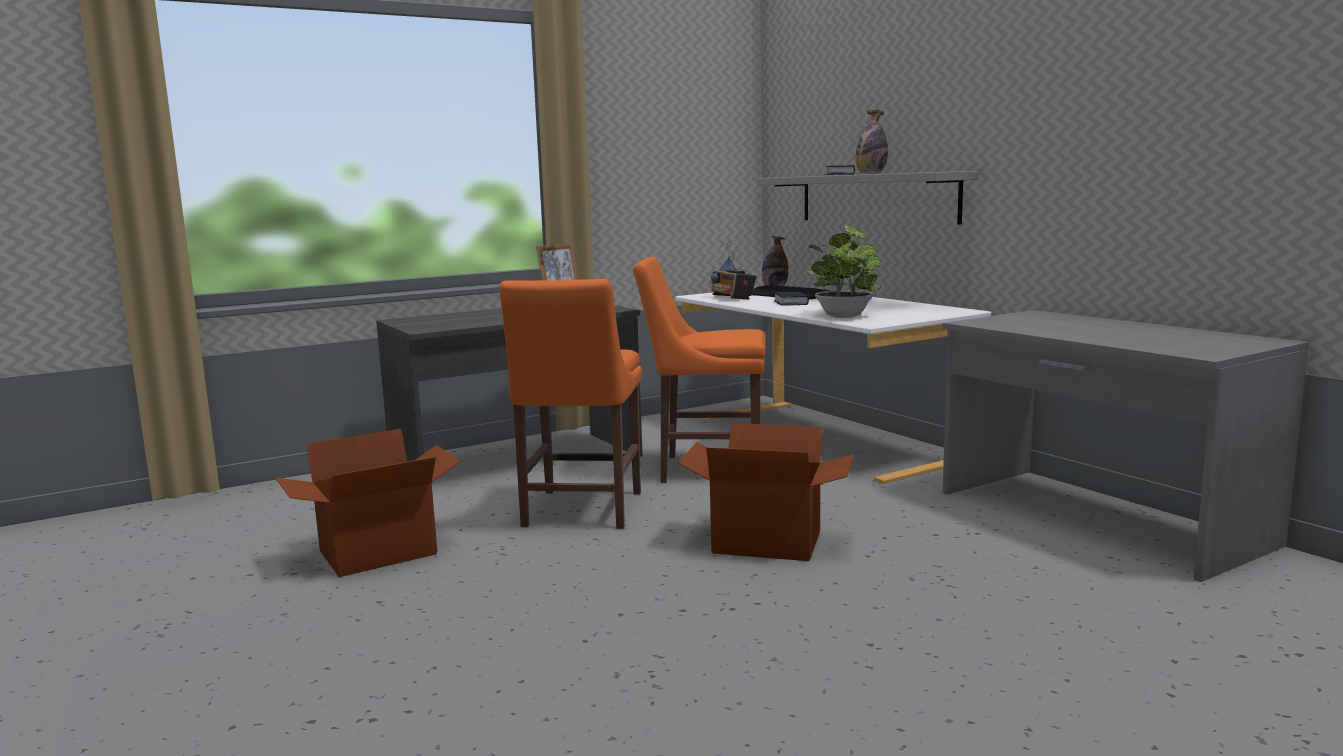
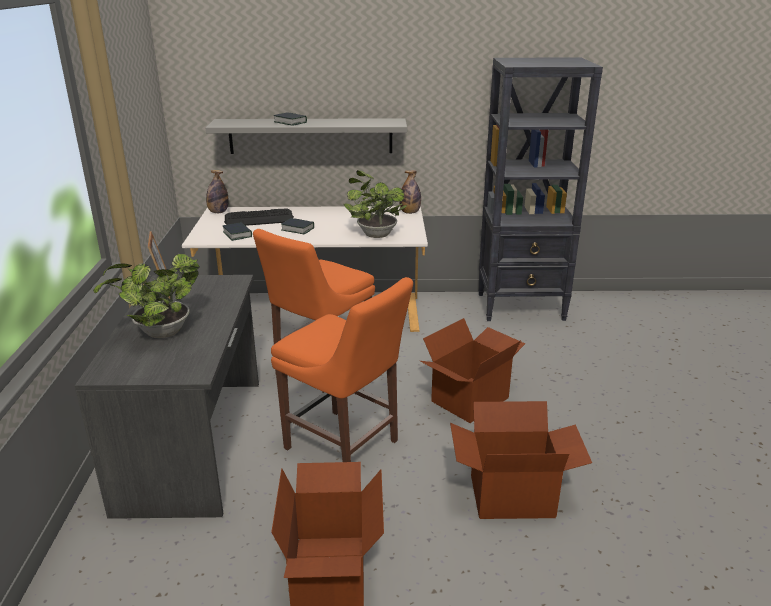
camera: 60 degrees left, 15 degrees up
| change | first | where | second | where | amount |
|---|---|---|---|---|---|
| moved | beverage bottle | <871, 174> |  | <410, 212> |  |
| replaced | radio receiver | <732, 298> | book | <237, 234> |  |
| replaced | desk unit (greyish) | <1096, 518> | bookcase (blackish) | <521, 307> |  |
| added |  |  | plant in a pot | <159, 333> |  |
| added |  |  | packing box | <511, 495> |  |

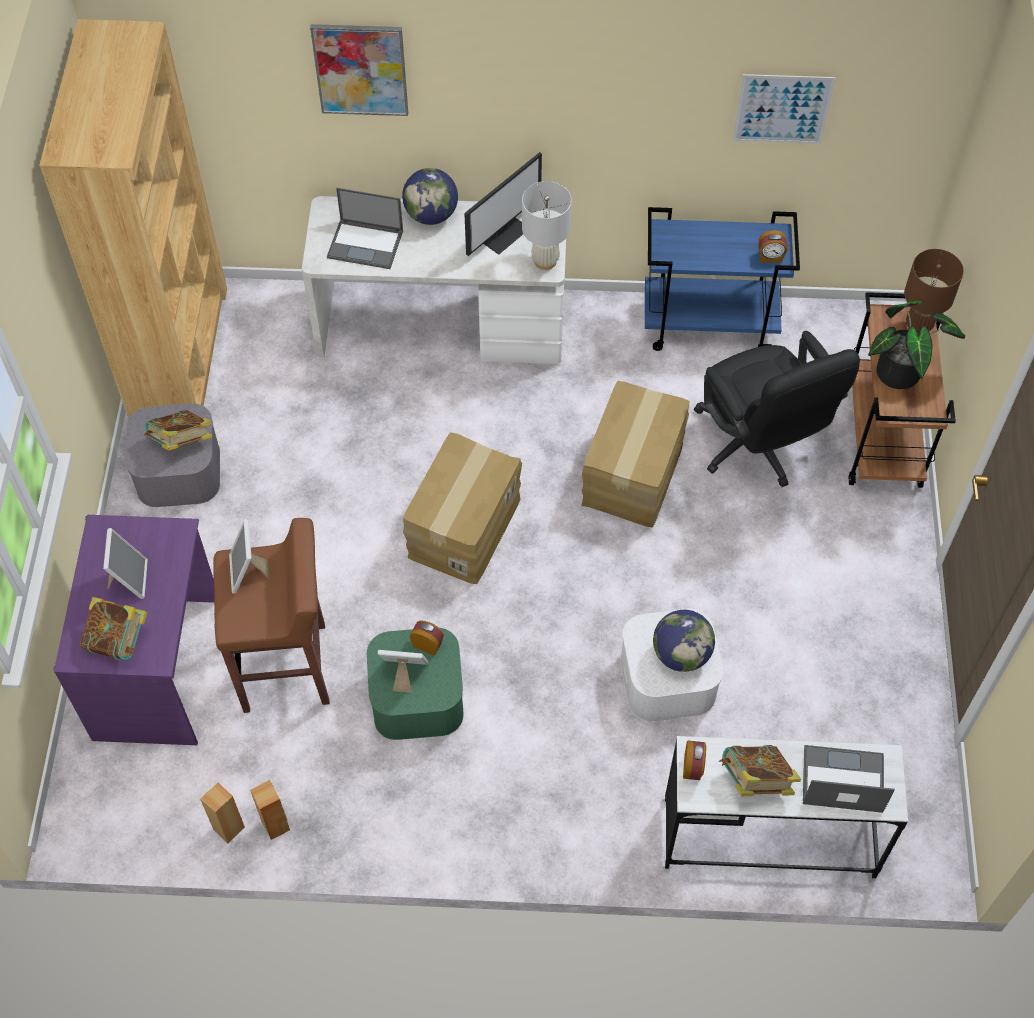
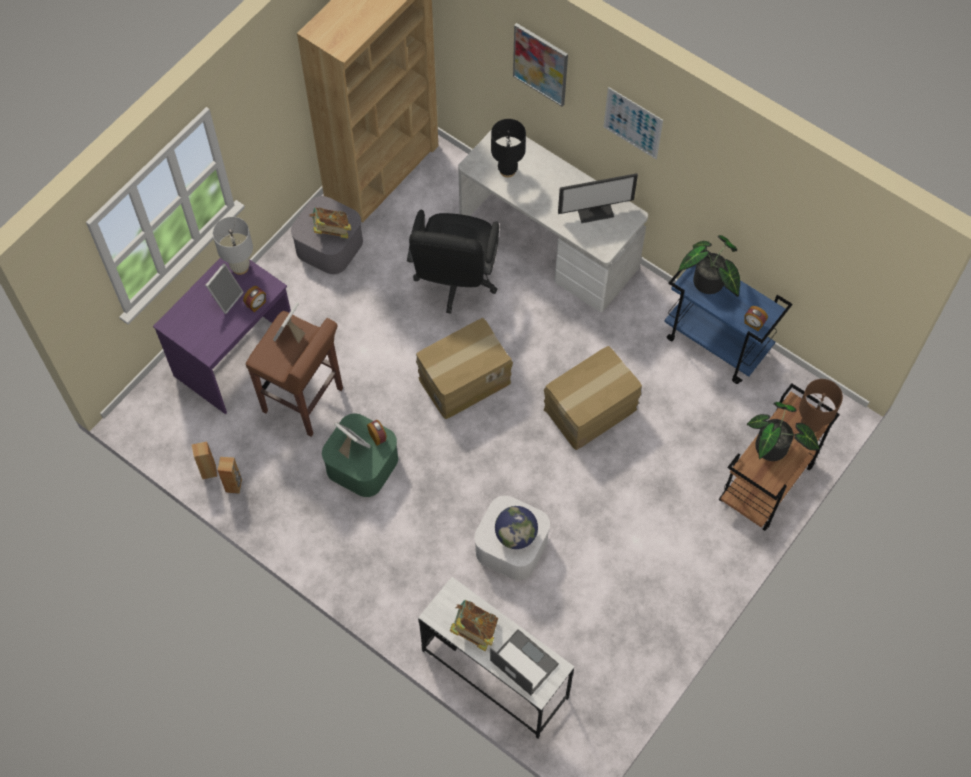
camera: 35 degrees right, 5 degrees up
| change | first | where | second | where | amount |
|---|---|---|---|---|---|
| moved | picture | <782, 109> |  | <632, 123> |  |
| removed | world globe | <431, 215> |  |  |  |
| moved | tabletop lamp (white) | <545, 261> |  | <240, 267> |  |
| replaced | notebook computer | <366, 244> | tabletop lamp (blackish) | <507, 170> |  |
| moved | office chair (blackish) | <758, 447> |  | <455, 282> |  |
| removed | book | <119, 640> |  |  |  |
| moved | alarm clock | <693, 767> |  | <256, 304> |  |
| added |  |  | plant in a pot | <708, 285> |  |

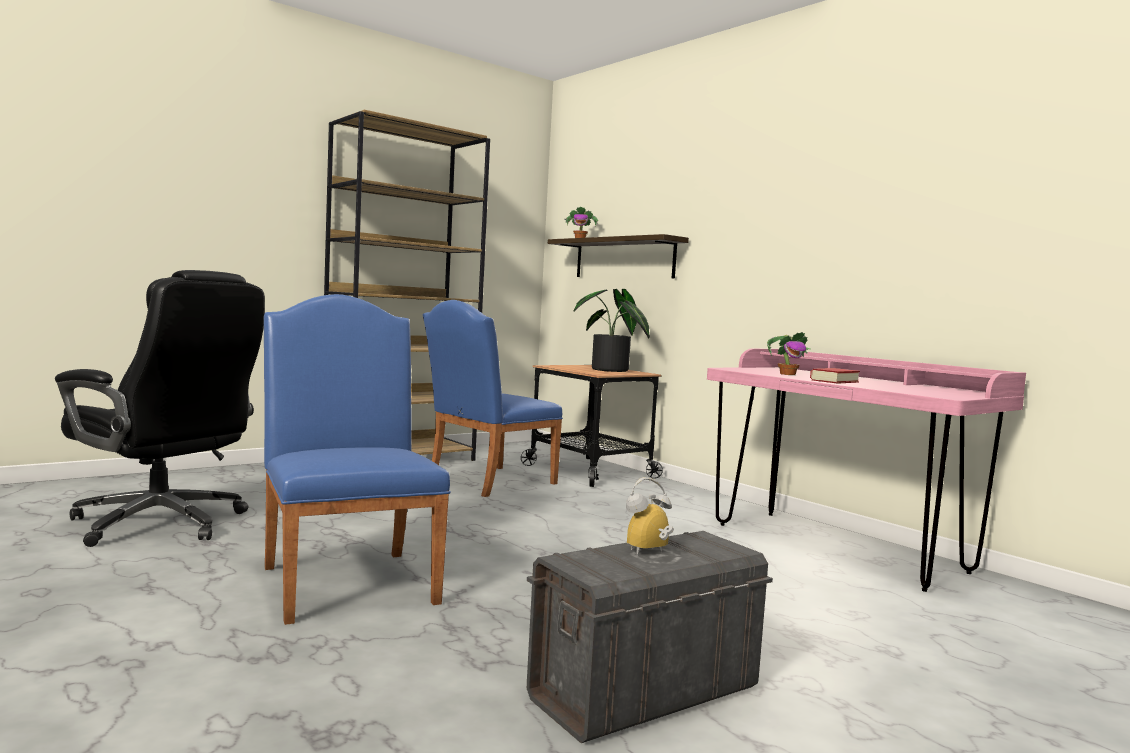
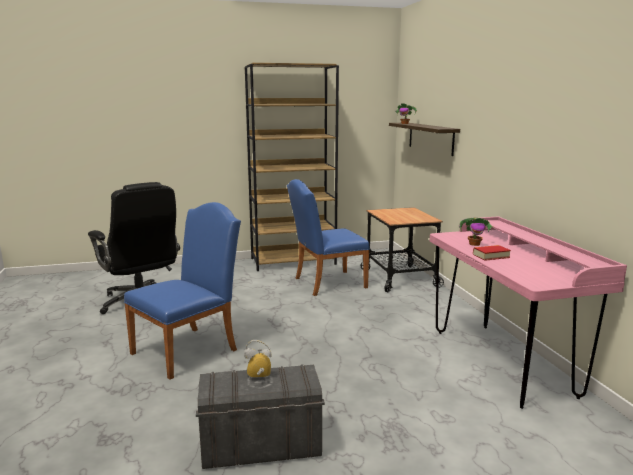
camera: 25 degrees right, 10 degrees up
| change | first | where | second | where | amount |
|---|---|---|---|---|---|
| removed | plant in a pot | <611, 370> |  |  |  |
| turned | upright chair (bluish) | <347, 580> |  | <190, 349> | 45 degrees clockwise |

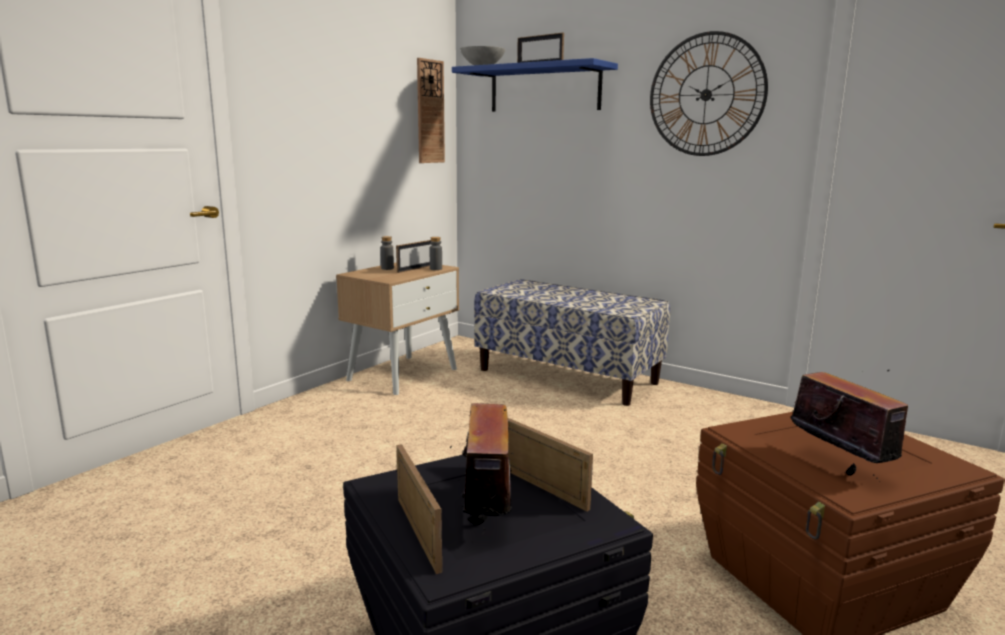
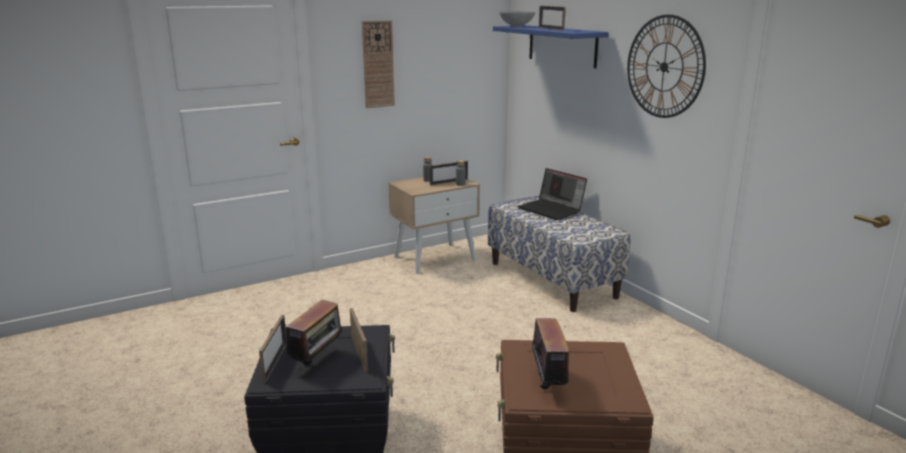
camera: 25 degrees right, 5 degrees up
| change | first | where | second | where | amount |
|---|---|---|---|---|---|
| moved | clock on the wall | <430, 112> |  | <378, 64> |  |
| added |  |  | notebook computer | <552, 210> |  |

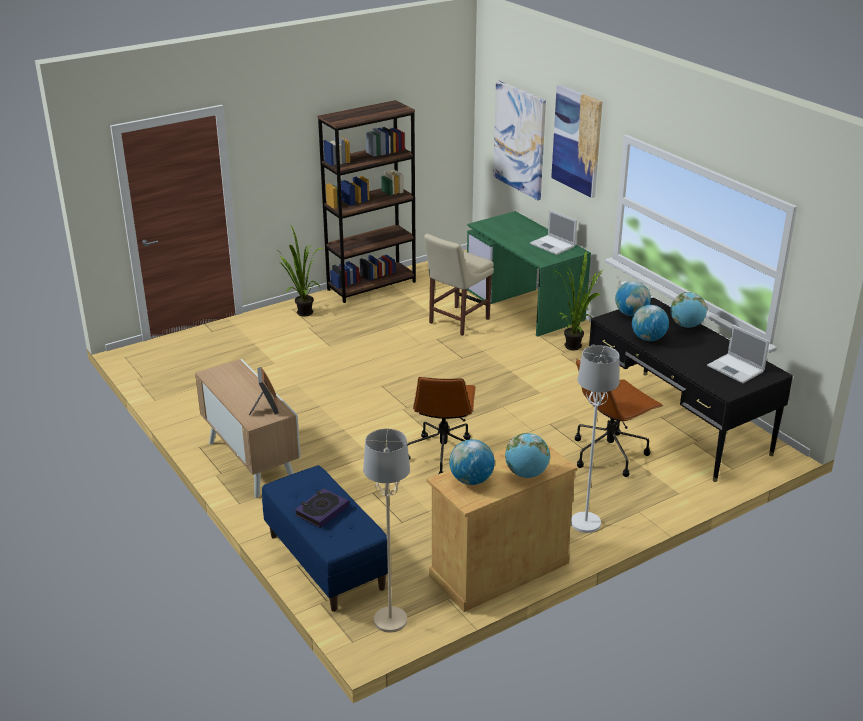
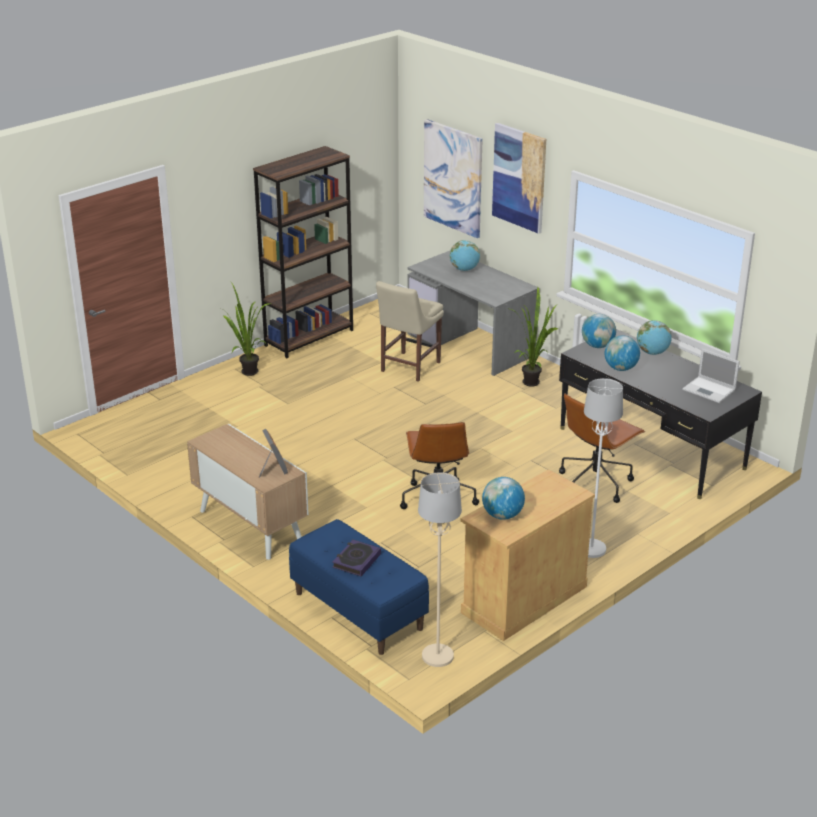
camera: 10 degrees left, 0 degrees up
| change | first | where | second | where | amount |
|---|---|---|---|---|---|
| removed | notebook computer | <553, 245> |  |  |  |
| recoloured | desk unit (green) | <525, 305> | desk unit (greyish) | <471, 344> |  |
| moved | world globe | <526, 474> |  | <464, 269> |  |

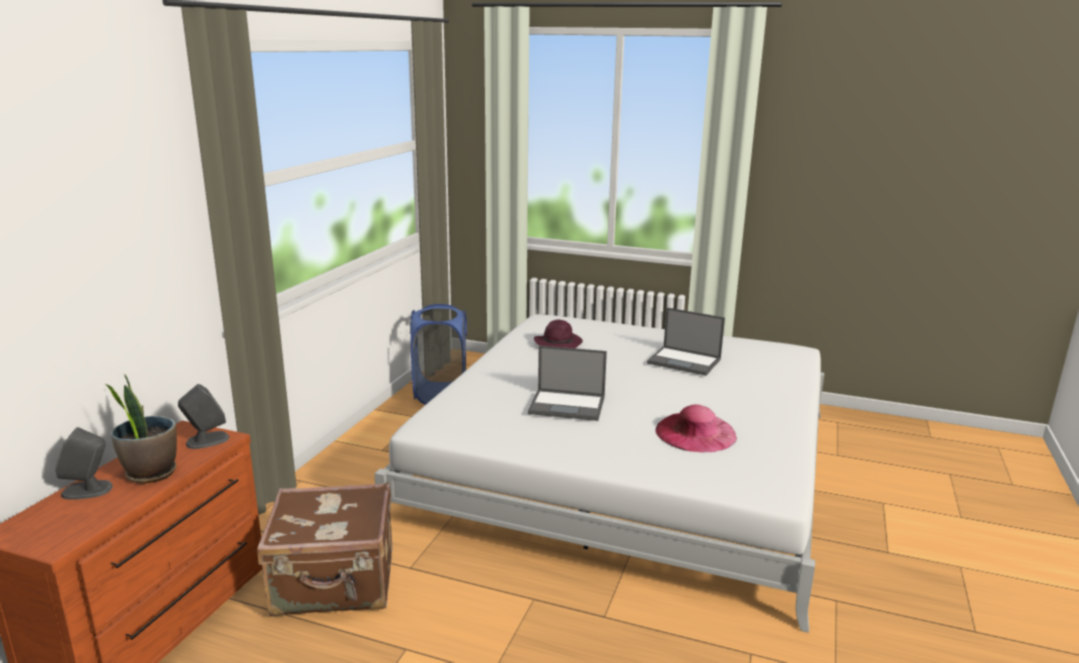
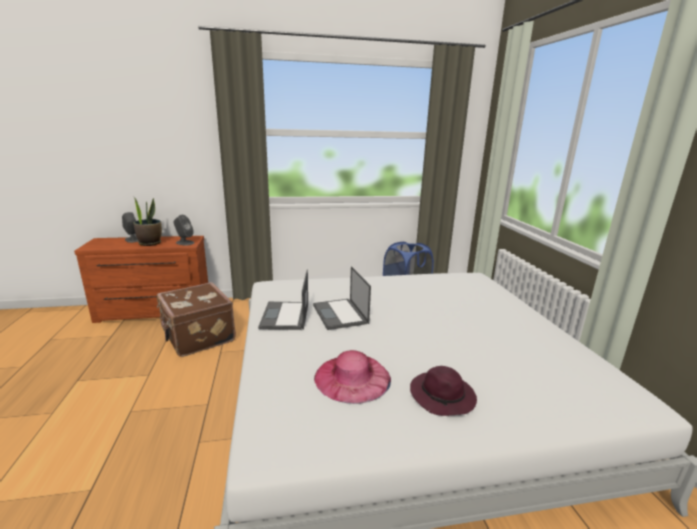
camera: 60 degrees right, 0 degrees up
| change | first | where | second | where | amount |
|---|---|---|---|---|---|
| moved | notebook computer | <685, 361> |  | <285, 316> |  |
| moved | hat (purple-coloured) | <558, 343> |  | <443, 397> |  |

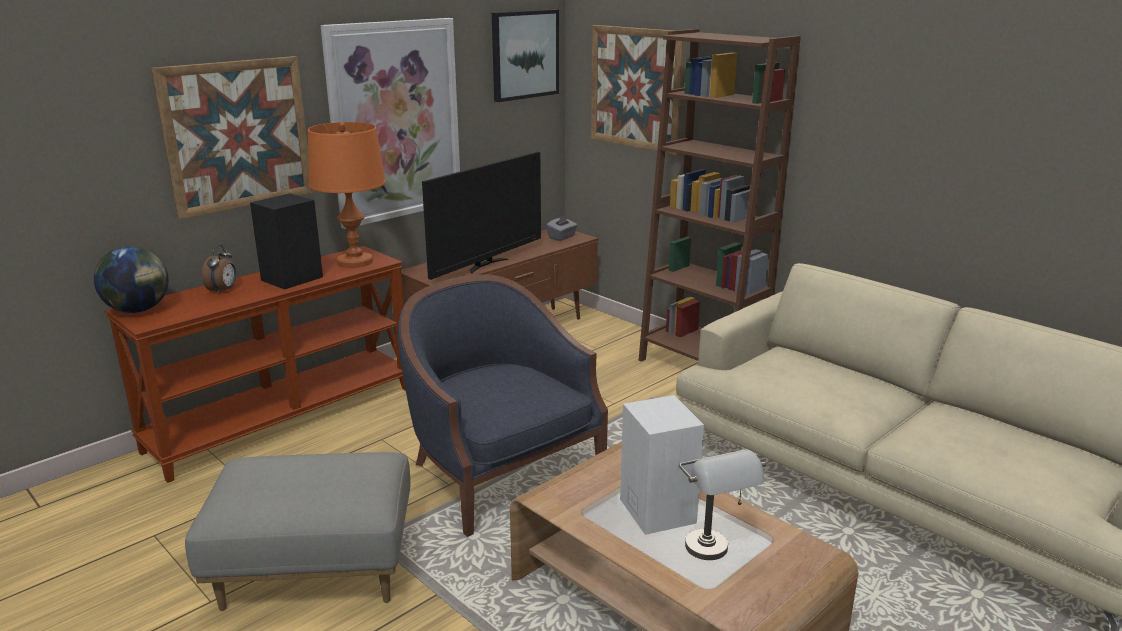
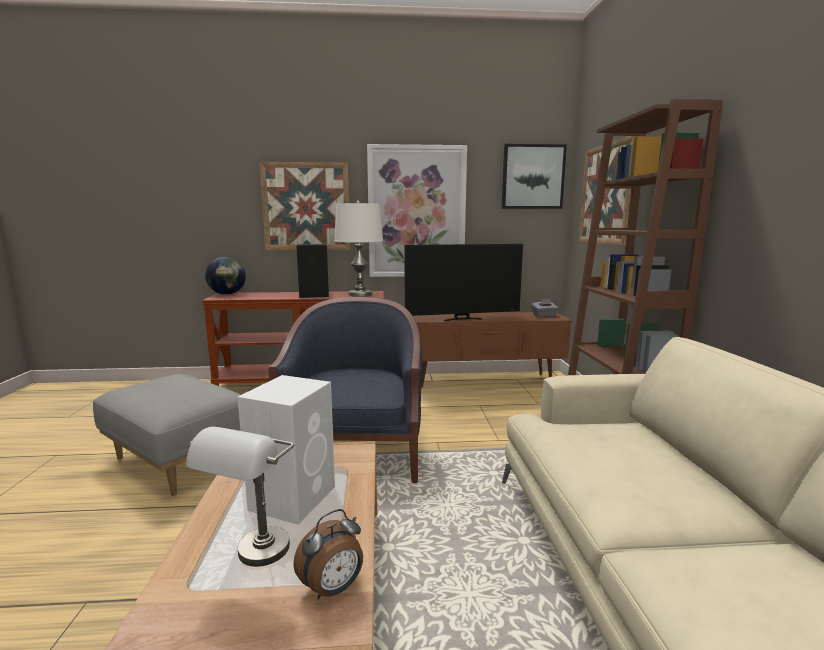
camera: 40 degrees right, 10 degrees down
| change | first | where | second | where | amount |
|---|---|---|---|---|---|
| recoloured | tabletop lamp (orange) | <355, 262> | tabletop lamp (white) | <360, 294> |  |
| moved | alarm clock | <223, 290> |  | <333, 589> |  |

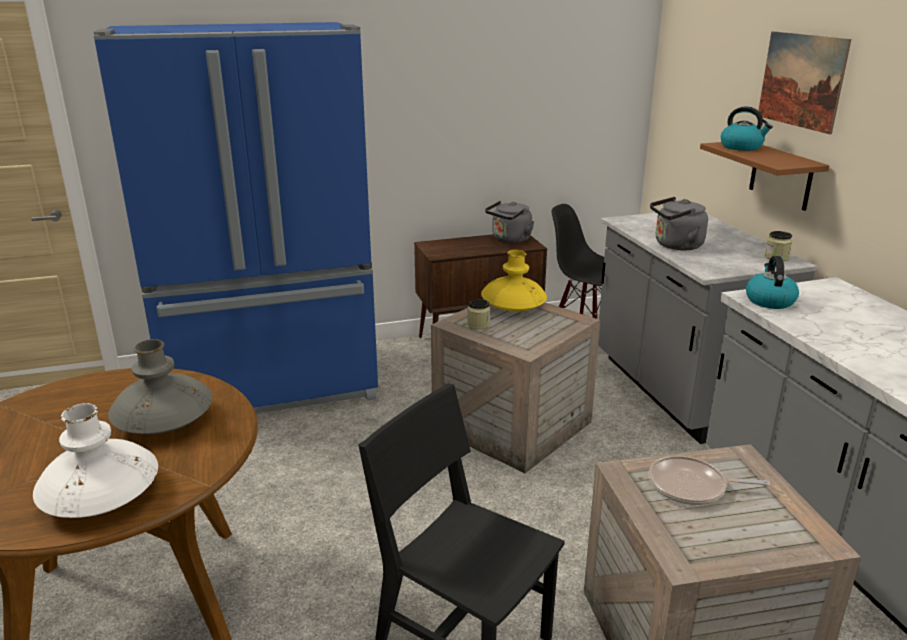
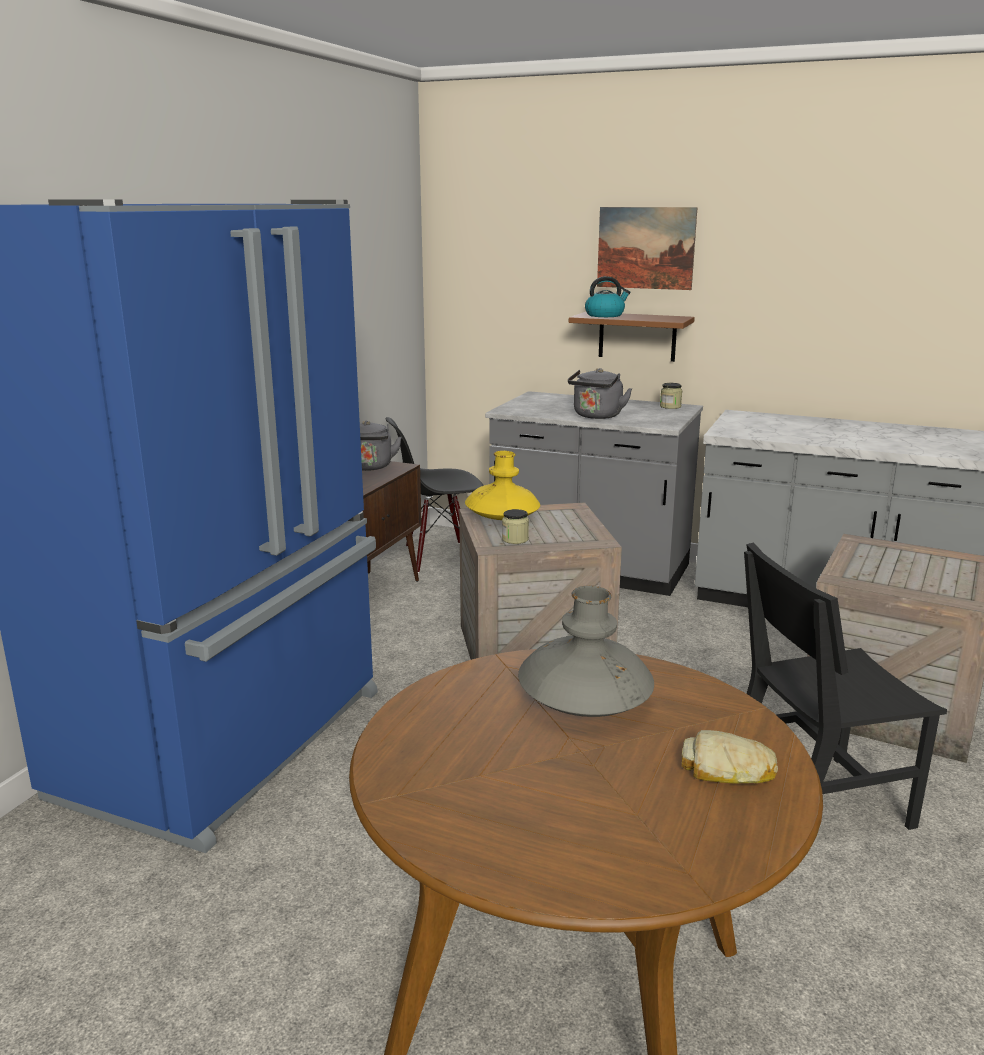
camera: 50 degrees left, 5 degrees down
| change | first | where | second | where | amount |
|---|---|---|---|---|---|
| removed | water kettle | <769, 300> |  |  |  |
| replaced | flower vase (white) | <101, 496> | bread | <728, 769> |  |
| removed | frying pan | <692, 487> |  |  |  |

